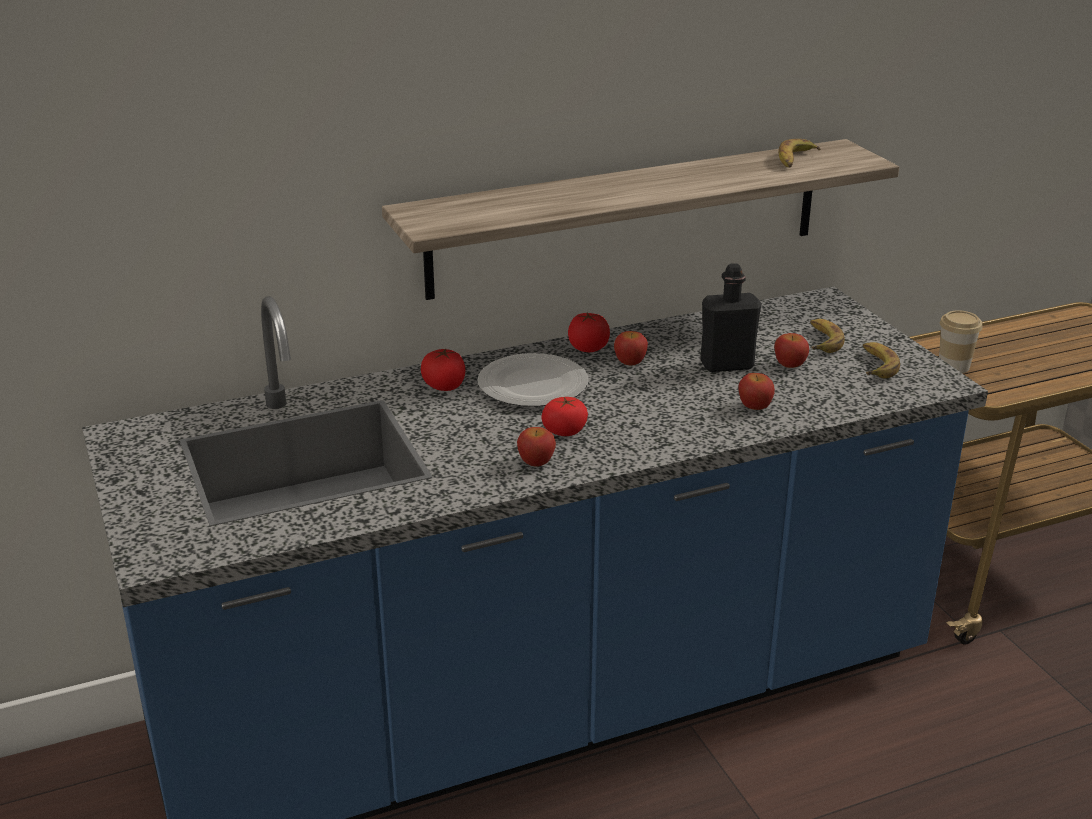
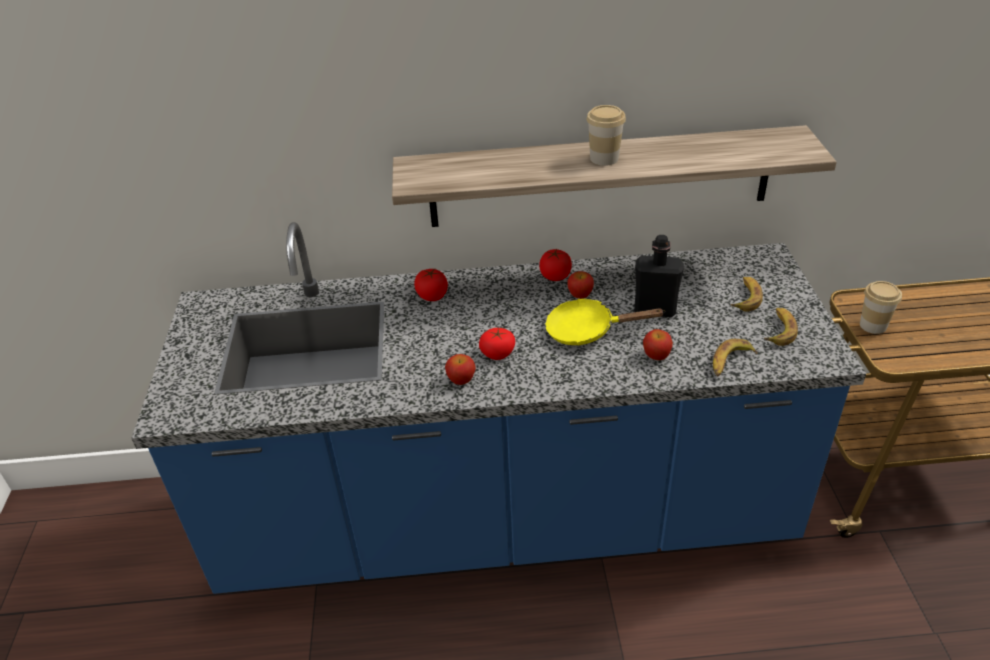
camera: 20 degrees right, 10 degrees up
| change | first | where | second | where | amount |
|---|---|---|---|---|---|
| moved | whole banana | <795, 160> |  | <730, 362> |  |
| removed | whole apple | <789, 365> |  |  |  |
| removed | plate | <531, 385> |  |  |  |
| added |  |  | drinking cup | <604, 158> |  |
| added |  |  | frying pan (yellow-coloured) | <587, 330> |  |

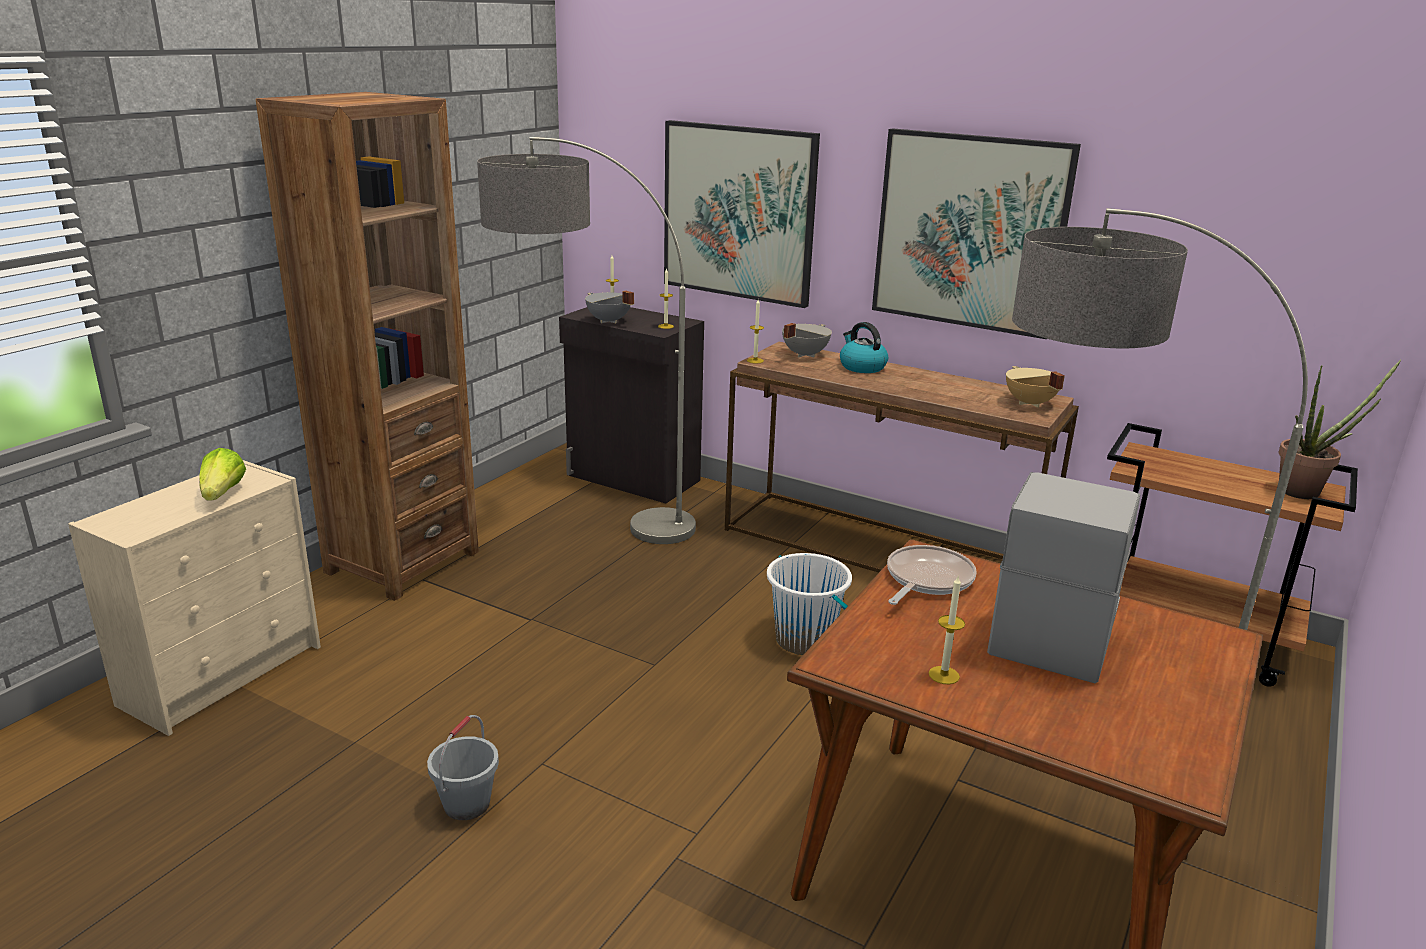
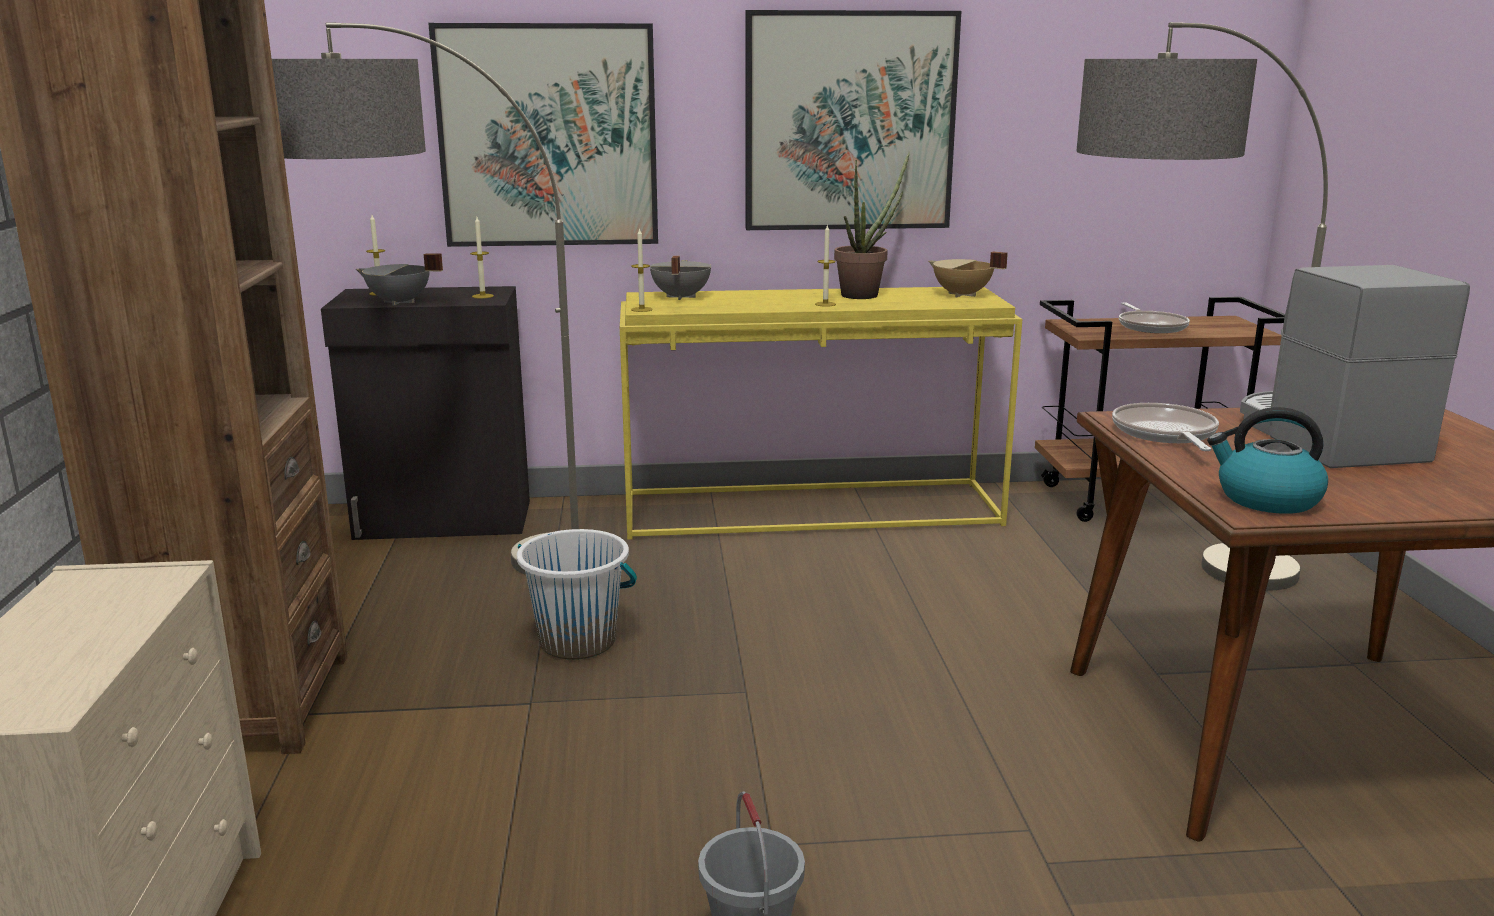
camera: 35 degrees left, 5 degrees down
| change | first | where | second | where | amount |
|---|---|---|---|---|---|
| moved | water kettle | <861, 367> |  | <1266, 499> |  |
| recoloured | narrow table (brownish) | <884, 550> | narrow table (yellow-coloured) | <812, 509> |  |
| moved | plant in a pot | <1307, 491> |  | <865, 294> |  |
| removed | lettuce | <223, 494> |  |  |  |
| moved | bucket (white) | <804, 640> |  | <578, 642> |  |
| moved | candle | <944, 675> |  | <825, 304> |  |
| added |  |  | frying pan | <1150, 326> |  |

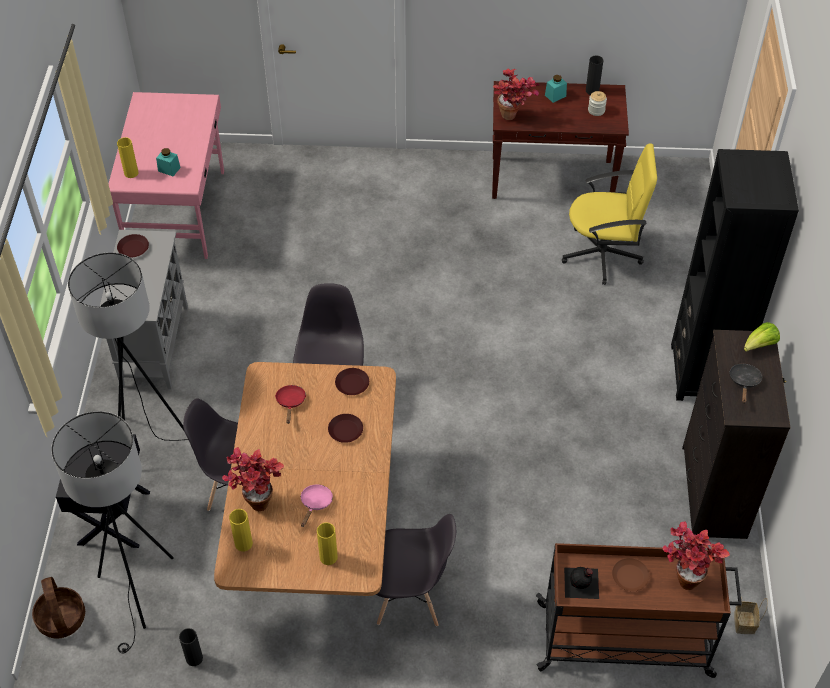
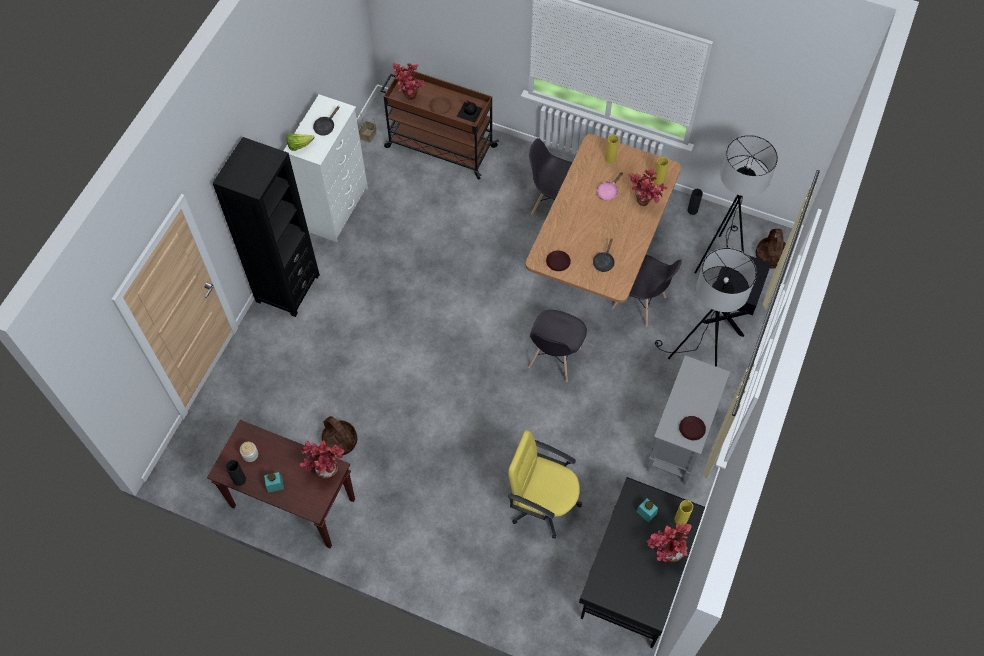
camera: 160 degrees left, 10 degrees up
| change | first | where | second | where | amount |
|---|---|---|---|---|---|
| recoloured | desk unit (pink) | <178, 211> | desk unit (blackish) | <633, 580> |  |
| moved | office chair (yellow-coloured) | <603, 254> |  | <542, 503> |  |
| recoloured | drawer chest (blackish) | <712, 493> | drawer chest (white) | <337, 208> |  |
| recoloured | frying pan (red) | <291, 402> | frying pan (blackish) | <604, 262> |  |
| removed | plate (brownish) | <346, 430> |  |  |  |
| added |  |  | household basket | <340, 441> |  |
| added |  |  | plant in a pot | <664, 554> |  |

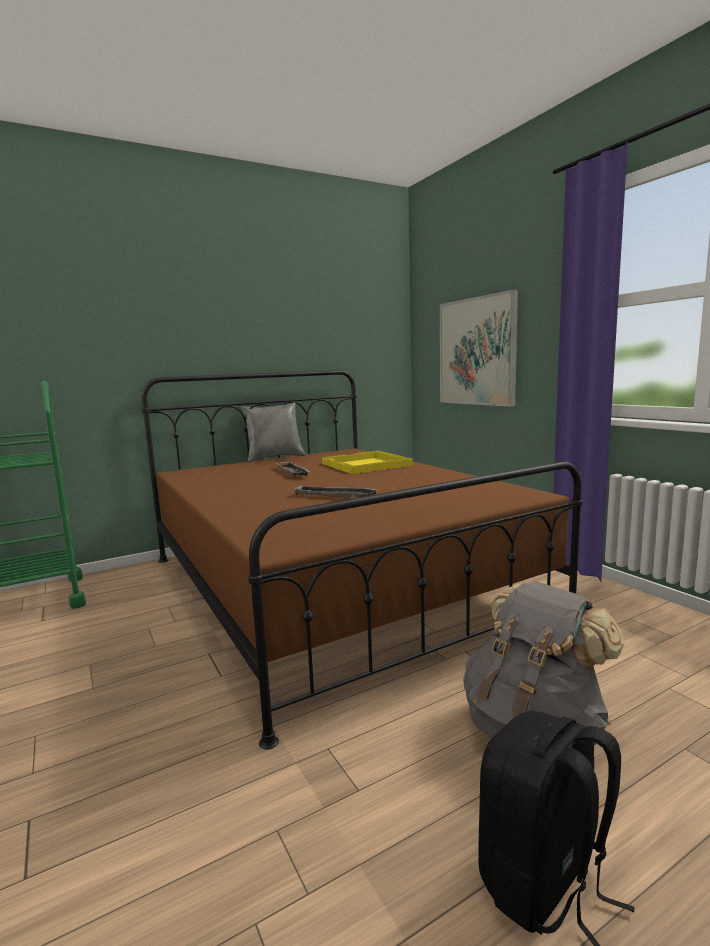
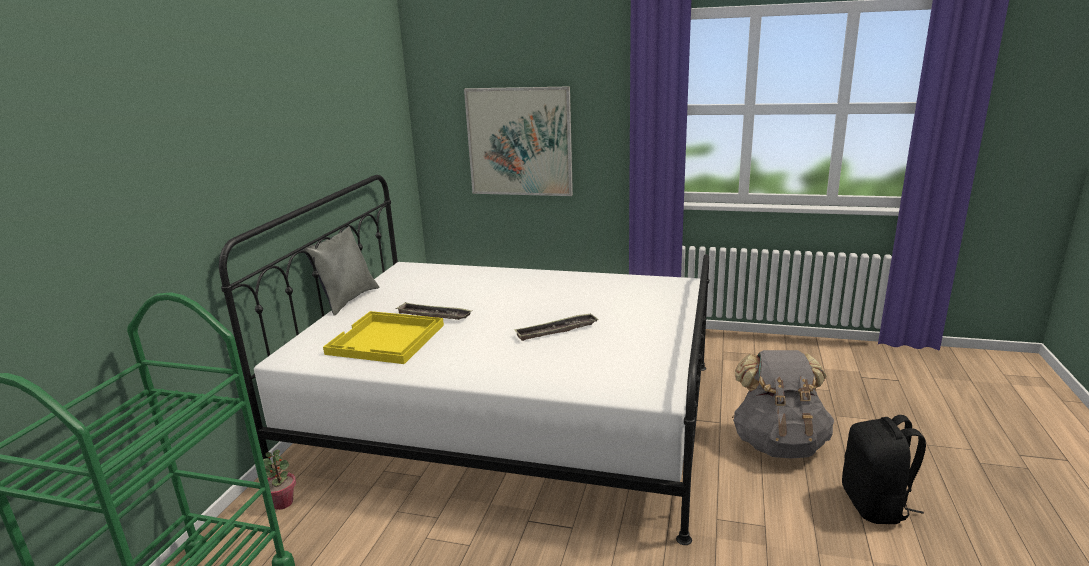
camera: 45 degrees left, 10 degrees up
| change | first | where | second | where | amount |
|---|---|---|---|---|---|
| recoloured | bedroom bed (brownish) | <332, 586> | bedroom bed (white) | <510, 416> |  |
| moved | serving tray (yellow-coloured) | <365, 464> |  | <386, 340> |  |
| added |  |  | plant in a pot | <283, 503> |  |

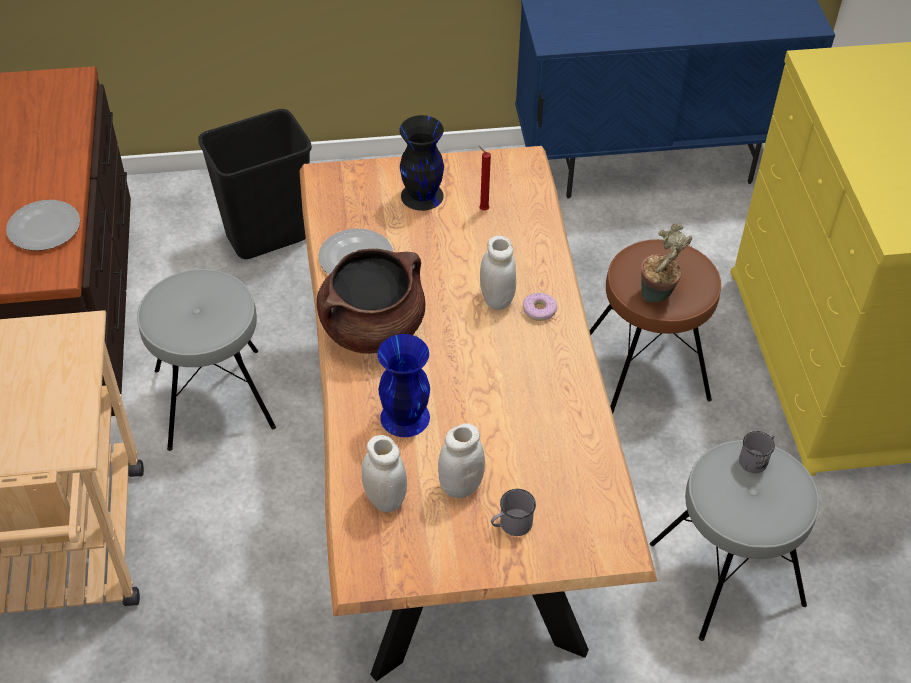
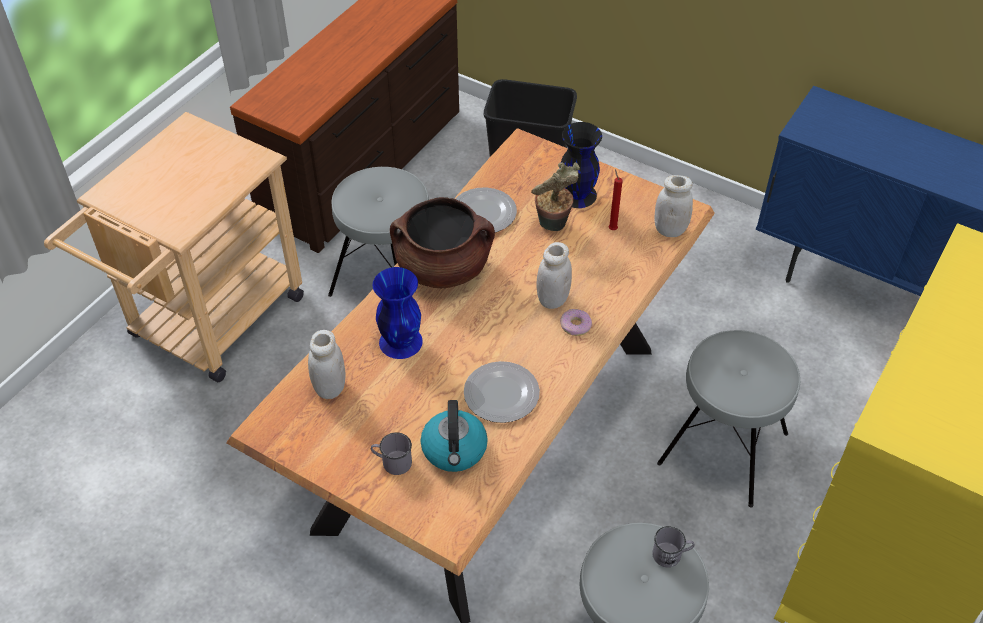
camera: 40 degrees right, 0 degrees up
| change | first | where | second | where | amount |
|---|---|---|---|---|---|
| moved | plate | <45, 228> |  | <502, 395> |  |
| moved | plant in a pot | <658, 296> |  | <553, 226> |  |
| recoloured | stool (brownish) | <648, 367> | stool (greyish) | <723, 449> |  |
| moved | preserve jar (white) | <460, 486> |  | <670, 230> |  |
| added |  |  | water kettle | <454, 450> |  |

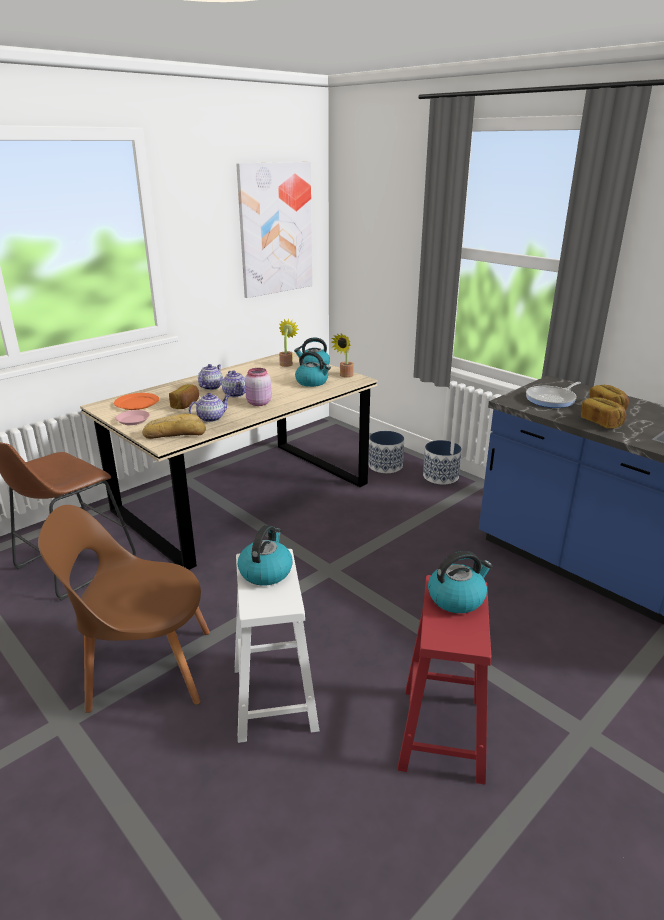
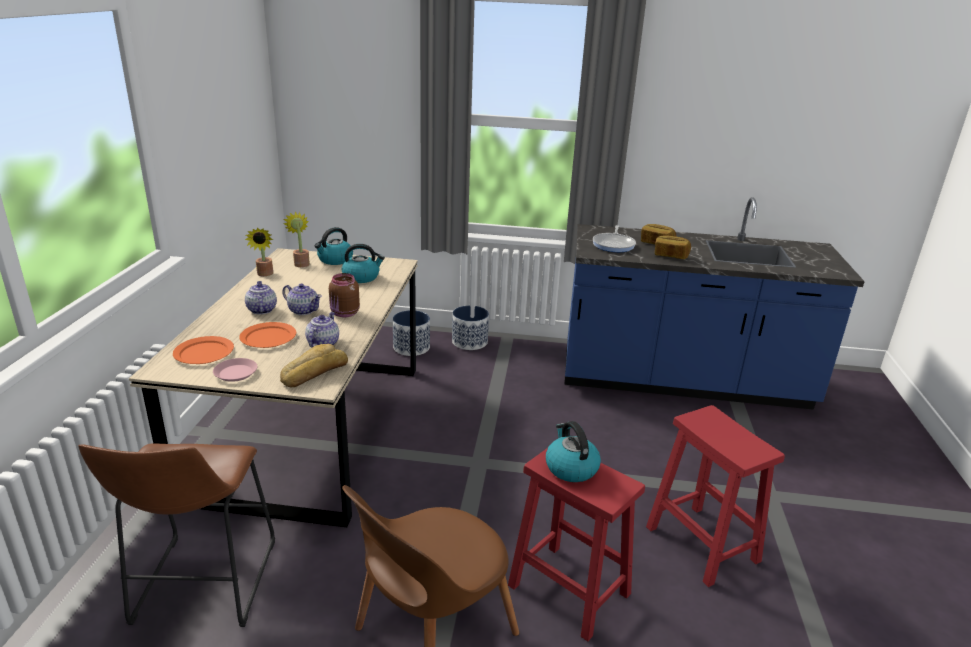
camera: 40 degrees left, 0 degrees up
| change | first | where | second | where | amount |
|---|---|---|---|---|---|
| removed | picture | <275, 229> |  |  |  |
| moved | plant in a pot | <345, 376> |  | <264, 274> |  |
| recoloured | preserve jar (pink) | <258, 403> | preserve jar (brownish) | <344, 313> |  |
| replaced | bread | <186, 405> | plate (orange) | <268, 338> |  |
| recoloured | stool (white) | <275, 699> | stool (red) | <571, 591> |  |
| removed | water kettle | <457, 598> |  |  |  |

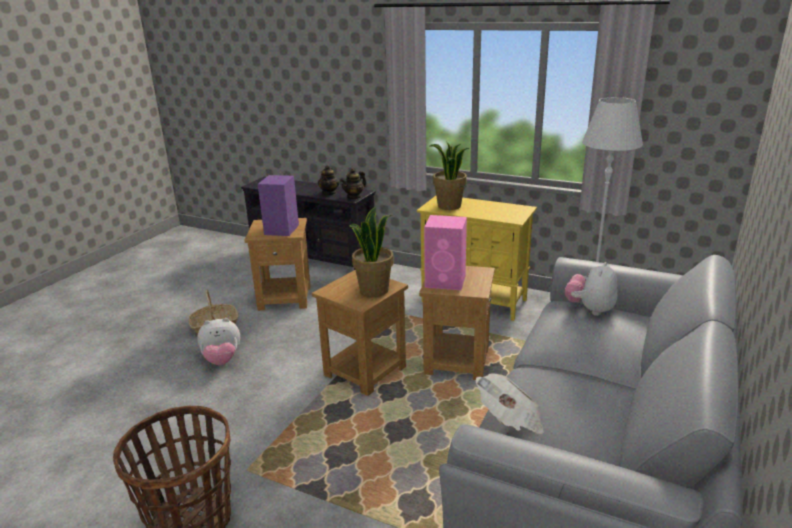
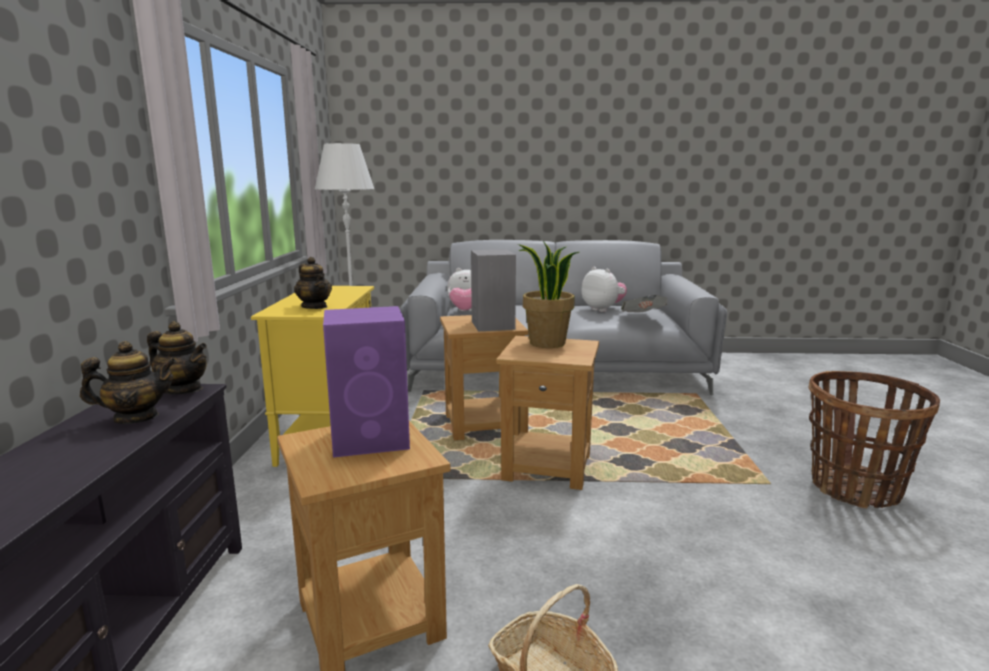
camera: 115 degrees left, 10 degrees down
| change | first | where | second | where | amount |
|---|---|---|---|---|---|
| replaced | plant in a pot | <449, 206> | tea pot | <314, 307> |  |
| recoloured | audio speaker (pink) | <446, 281> | audio speaker (greyish) | <492, 325> |  |
| moved | soft toy | <222, 360> |  | <603, 309> |  |

